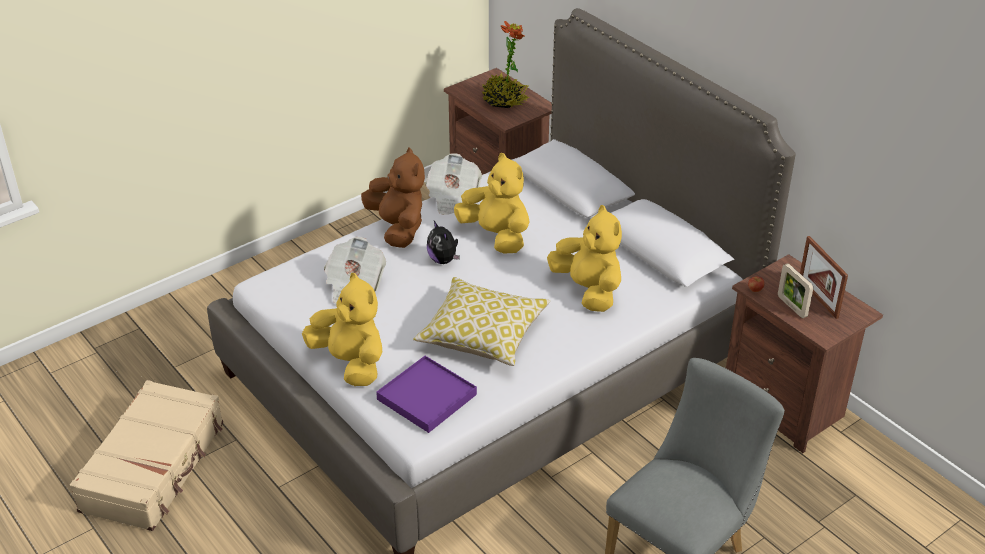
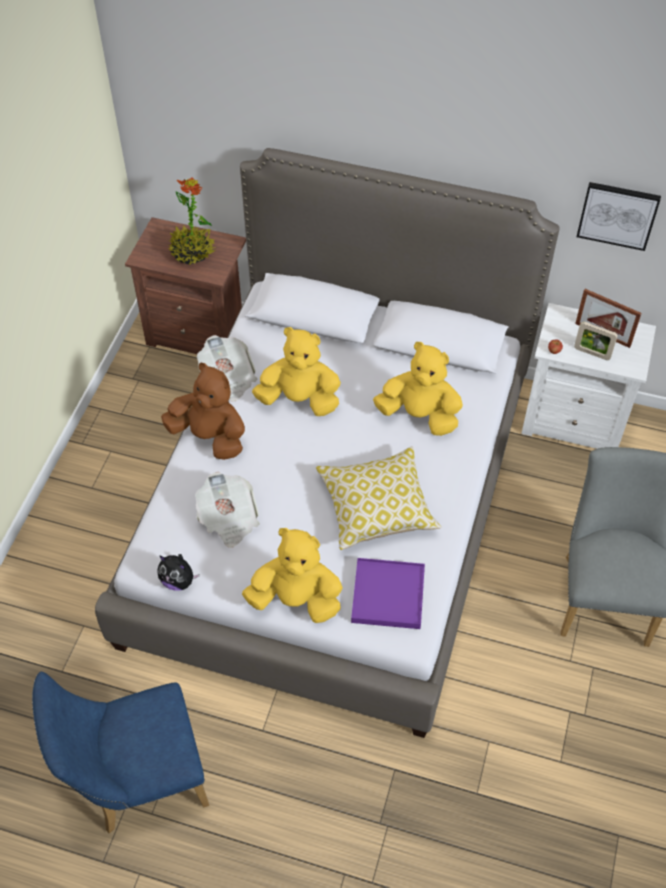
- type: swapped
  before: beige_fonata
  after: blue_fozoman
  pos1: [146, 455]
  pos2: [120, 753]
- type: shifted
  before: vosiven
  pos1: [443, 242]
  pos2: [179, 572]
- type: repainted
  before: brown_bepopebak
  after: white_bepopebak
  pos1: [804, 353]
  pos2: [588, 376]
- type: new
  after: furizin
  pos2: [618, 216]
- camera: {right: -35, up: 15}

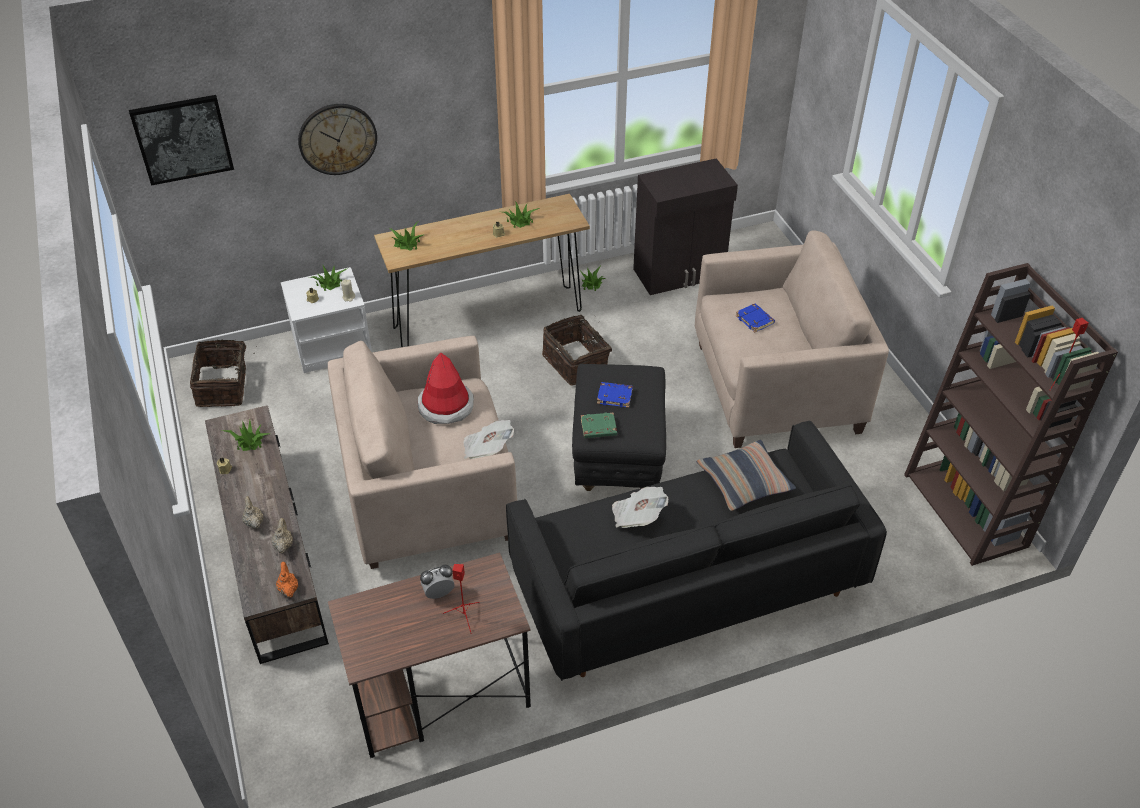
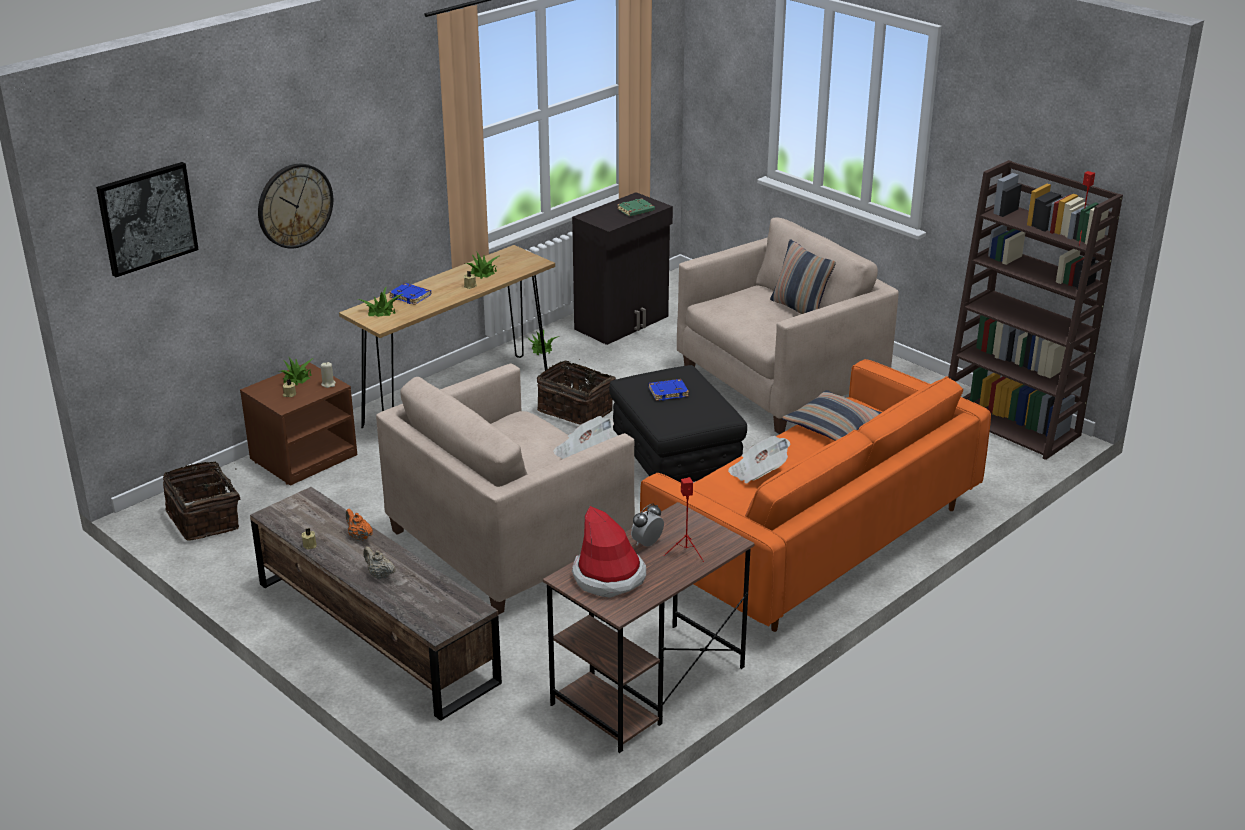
- type: gone
  before: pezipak
  pos1: [246, 435]
- type: gone
  before: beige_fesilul
  pos1: [282, 536]
- type: shifted
  before: orange_fesilul
  pos1: [287, 580]
  pos2: [359, 525]
- type: repainted
  before: white_bepopebak
  after: brown_bepopebak
  pos1: [326, 320]
  pos2: [298, 424]
- type: shifted
  before: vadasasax
  pos1: [446, 388]
  pos2: [609, 552]
- type: repainted
  before: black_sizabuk
  after: orange_sizabuk
  pos1: [696, 551]
  pos2: [815, 495]
- type: shifted
  before: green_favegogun
  pos1: [599, 425]
  pos2: [636, 207]
- type: shifted
  before: blue_favegogun
  pos1: [755, 318]
  pos2: [410, 294]
- type: new
  after: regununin
  pos2: [803, 276]
- camera: {right: -25, up: -15}

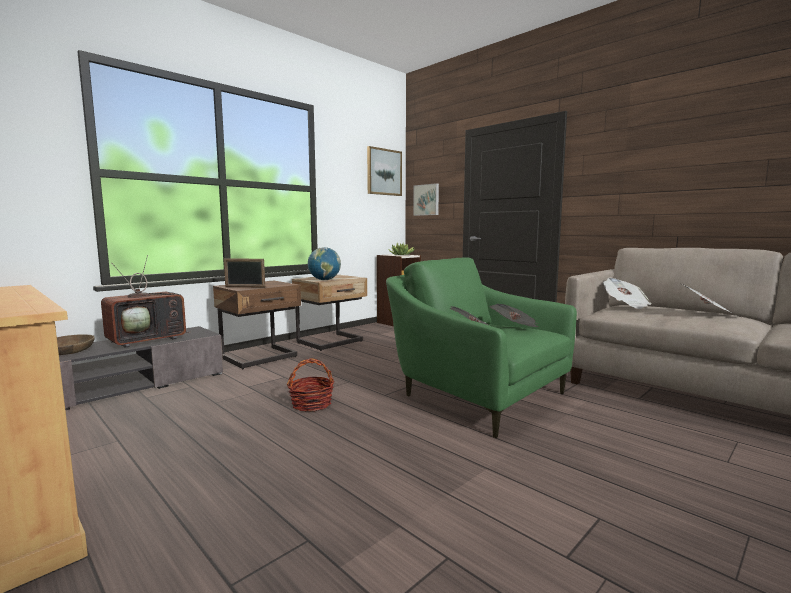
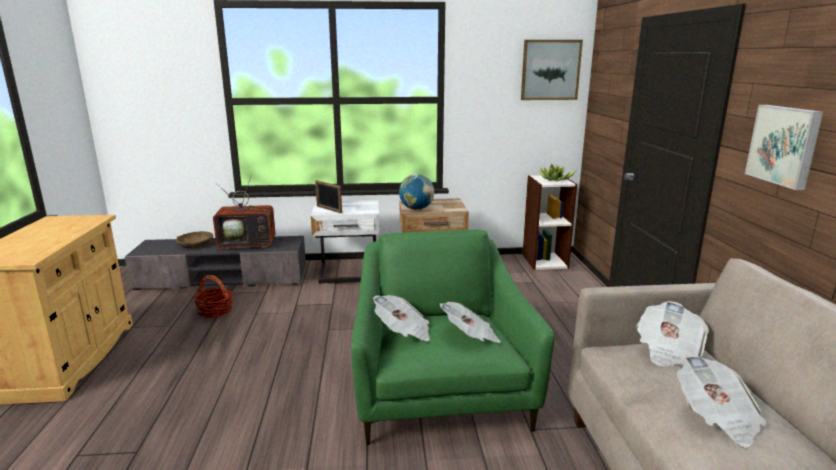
- type: repainted
  before: brown_bepopebak
  after: white_bepopebak
  pos1: [257, 325]
  pos2: [345, 242]
- type: shifted
  before: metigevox
  pos1: [310, 384]
  pos2: [213, 296]
- type: shifted
  before: furizin
  pos1: [426, 199]
  pos2: [784, 147]
- camera: {right: 40, up: 10}

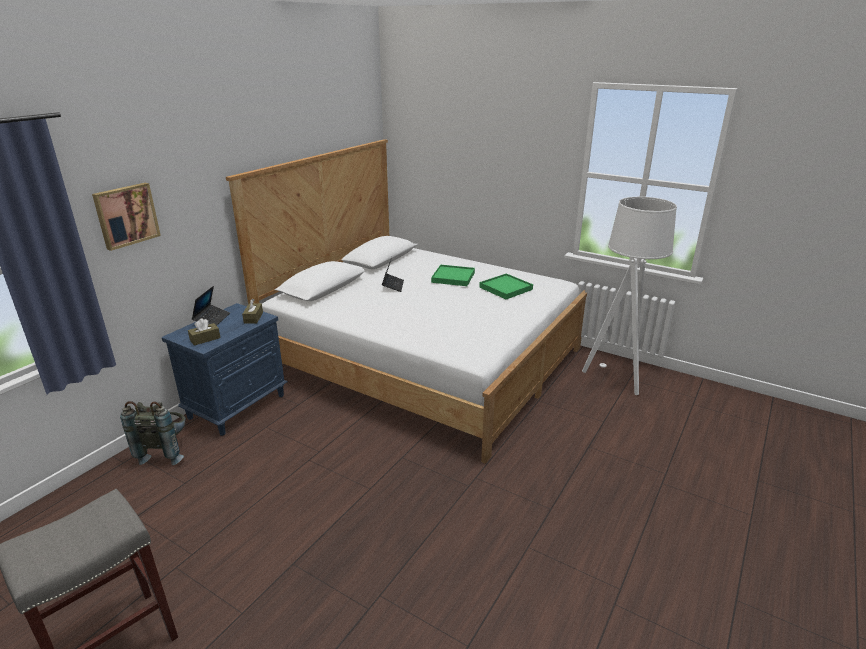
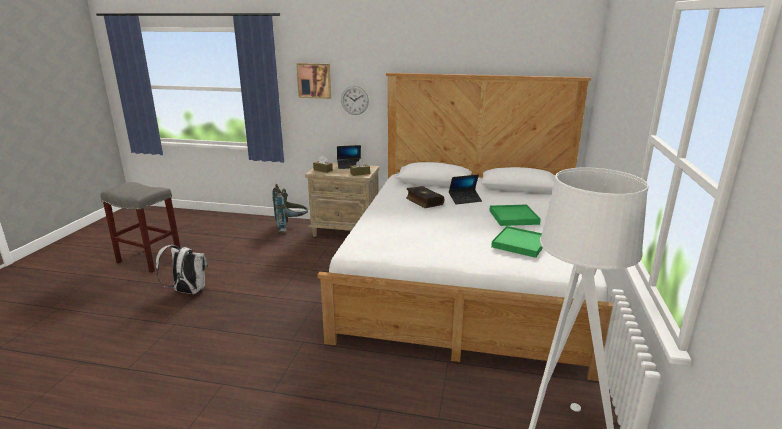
- type: repainted
  before: blue_bepopebak
  after: beige_bepopebak
  pos1: [225, 369]
  pos2: [342, 200]
- type: new
  after: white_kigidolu
  pos2: [182, 269]
- type: new
  after: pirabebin
  pos2: [355, 100]
- type: new
  after: favegogun
  pos2: [425, 197]
- camera: {right: 70, up: -5}

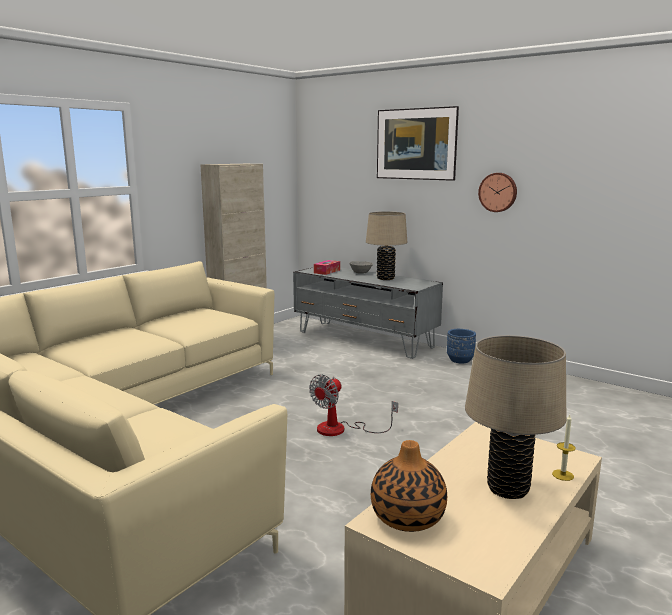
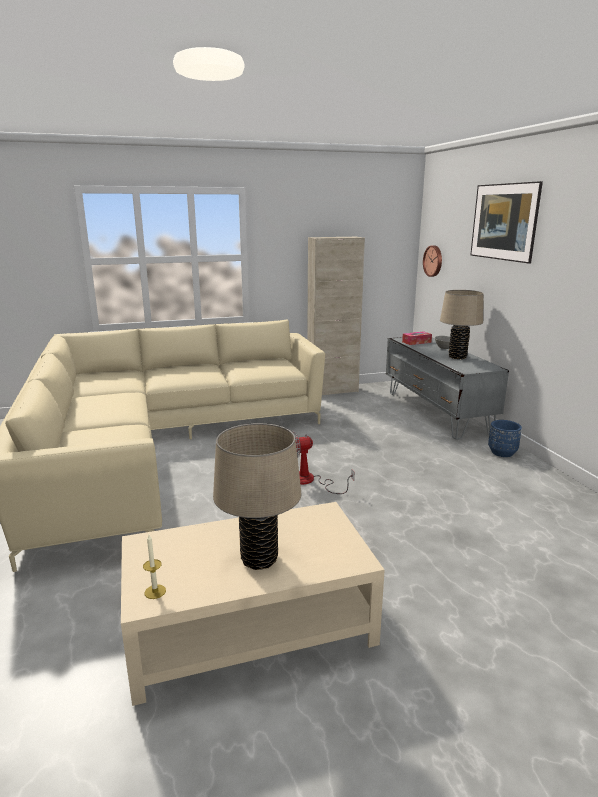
- type: gone
  before: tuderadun
  pos1: [409, 486]
- type: shifted
  before: pirabebin
  pos1: [497, 192]
  pos2: [432, 261]
- type: shifted
  before: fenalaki
  pos1: [564, 448]
  pos2: [154, 567]
- camera: {right: 35, up: 5}

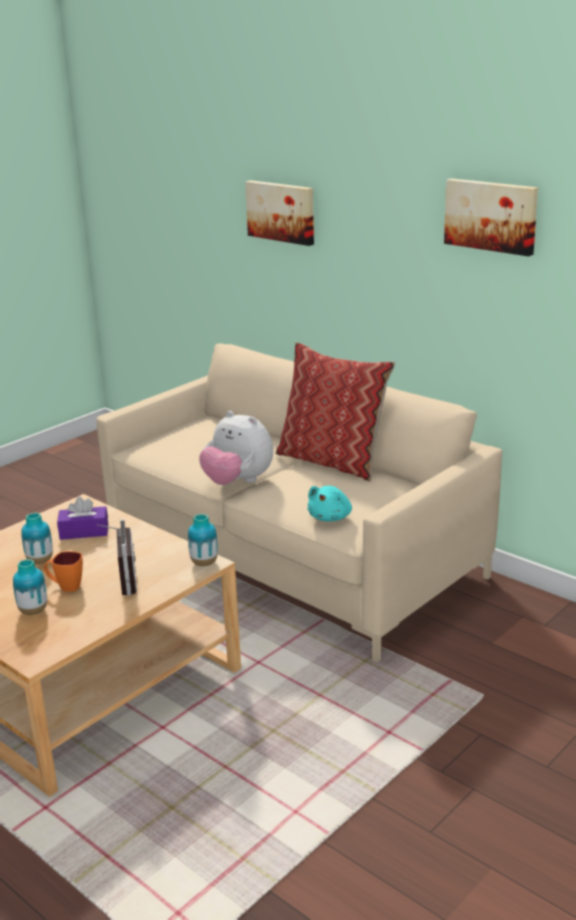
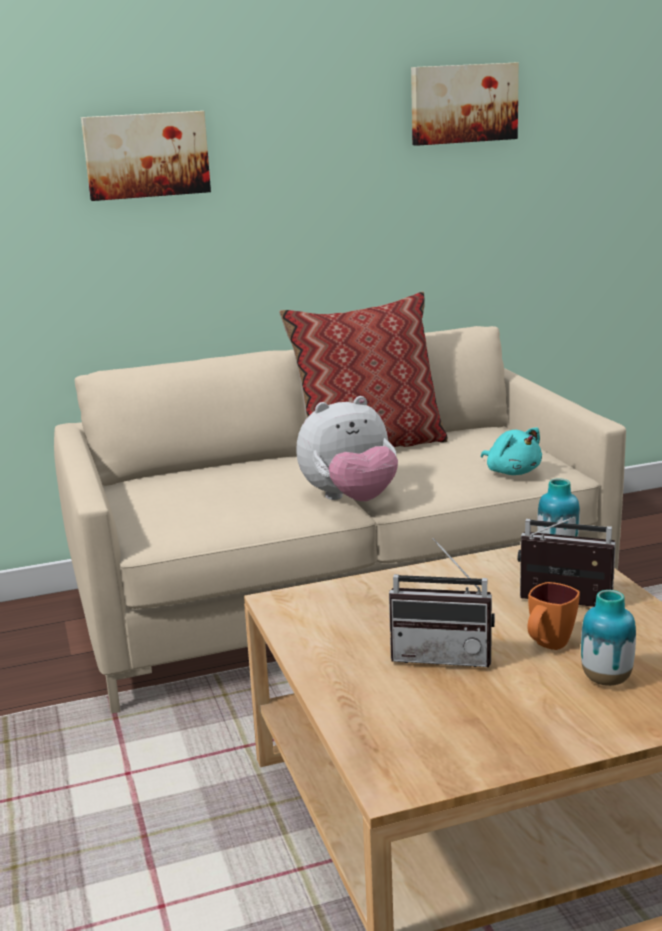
- type: swapped
  before: tuderadun
  after: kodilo
  pos1: [37, 538]
  pos2: [442, 602]
- type: gone
  before: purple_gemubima
  pos1: [82, 518]
- camera: {right: -60, up: -5}

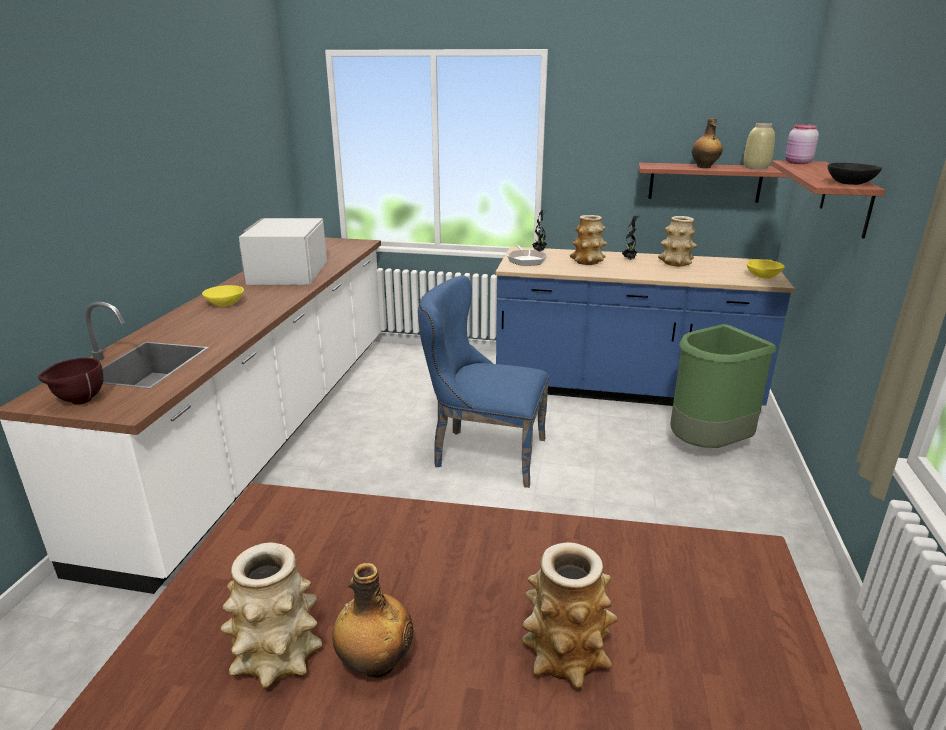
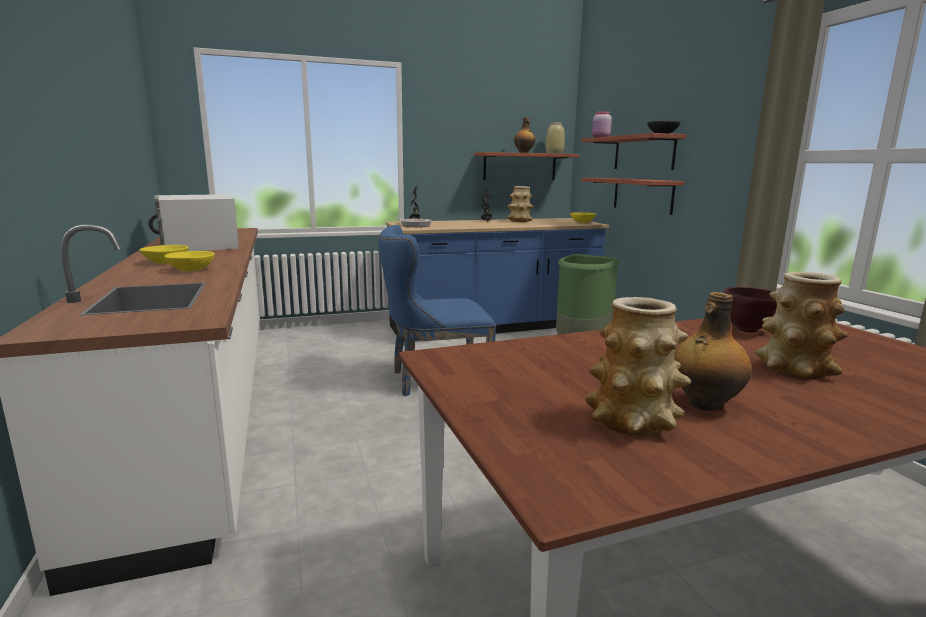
- type: shifted
  before: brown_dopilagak
  pos1: [71, 381]
  pos2: [750, 310]
- type: gone
  before: tuderadun
  pos1: [589, 240]
- type: new
  after: yellow_dopilagak
  pos2: [189, 261]
- type: new
  after: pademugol
  pos2: [633, 196]
- camera: {right: -30, up: -10}

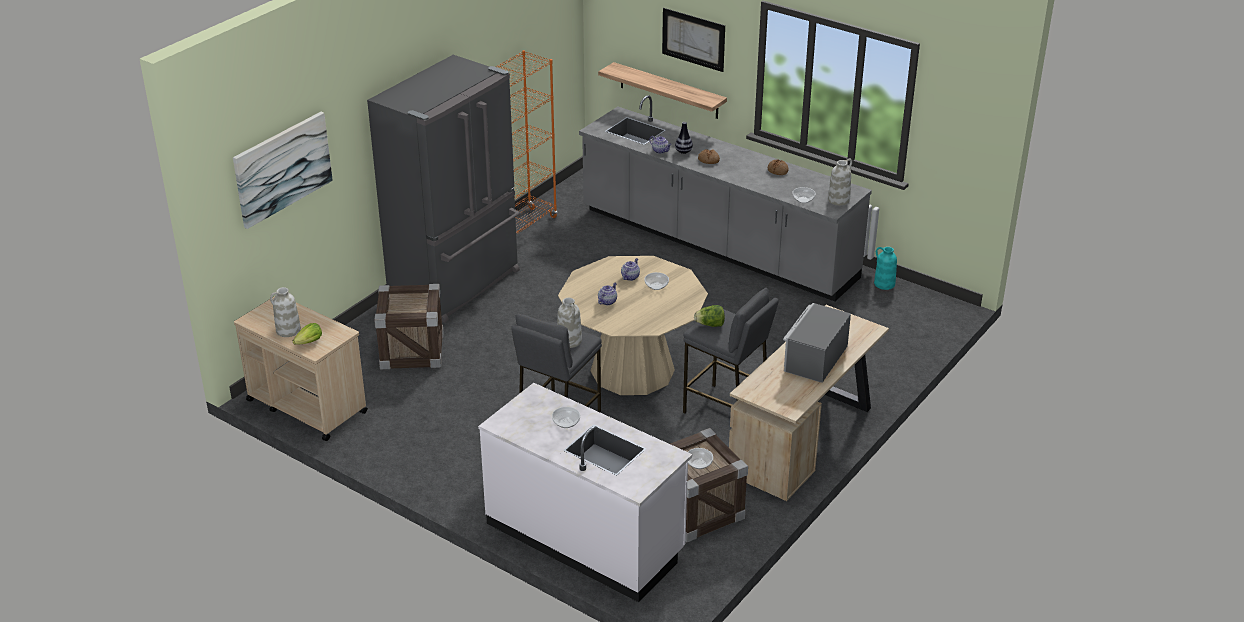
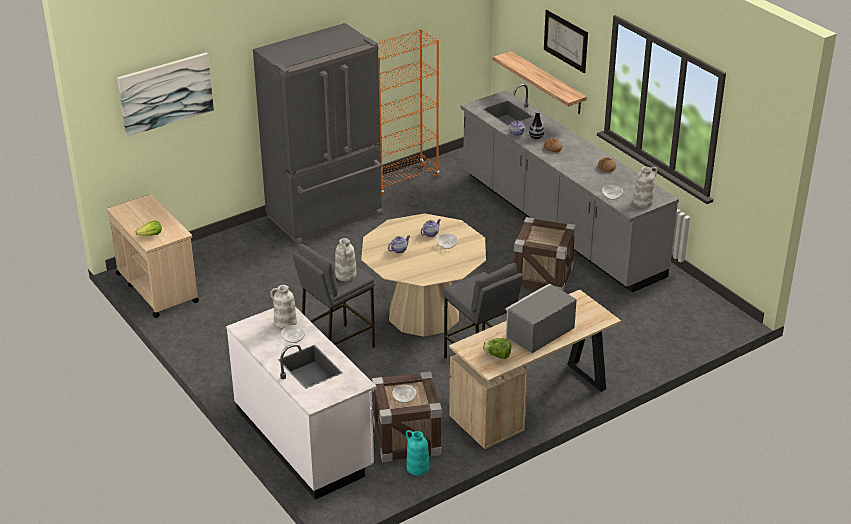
- type: shifted
  before: white_tuderadun
  pos1: [285, 312]
  pos2: [283, 307]
- type: shifted
  before: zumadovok
  pos1: [409, 327]
  pos2: [545, 254]
- type: shifted
  before: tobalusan
  pos1: [709, 316]
  pos2: [497, 348]
- type: shifted
  before: turquoise_tuderadun
  pos1: [885, 268]
  pos2: [417, 453]
- camera: {right: 20, up: 0}

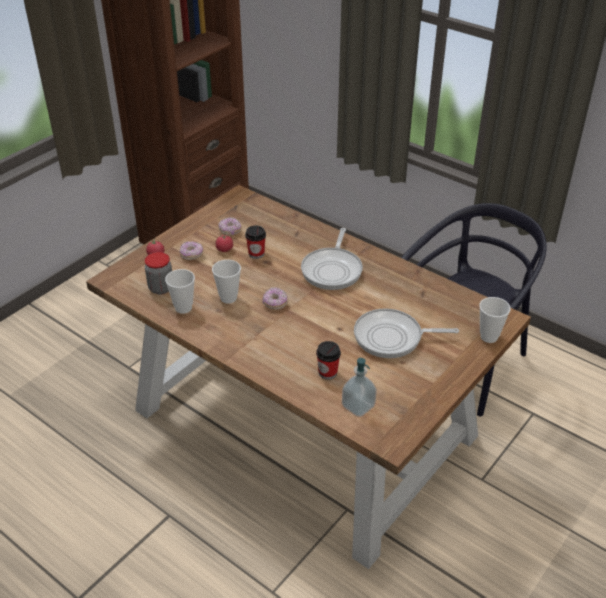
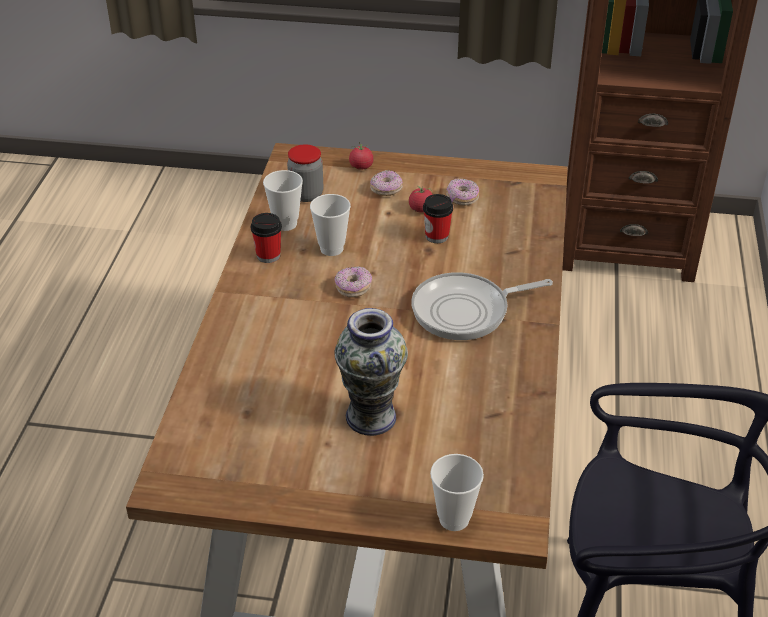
- type: shifted
  before: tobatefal
  pos1: [328, 360]
  pos2: [266, 238]
- type: gone
  before: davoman
  pos1: [359, 387]
- type: swapped
  before: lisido
  after: tuderadun
  pos1: [406, 333]
  pos2: [371, 372]
- camera: {right: 60, up: 0}

